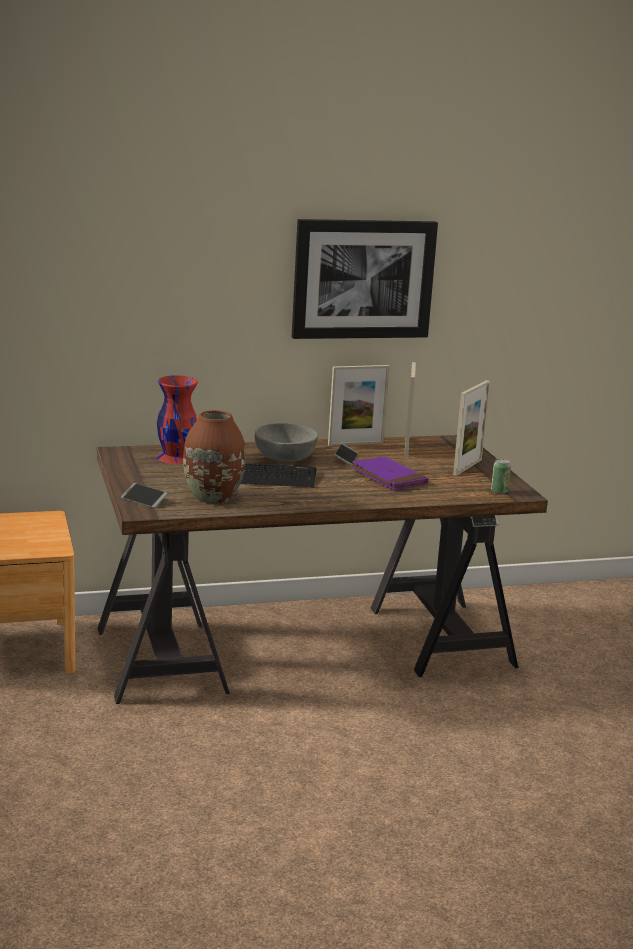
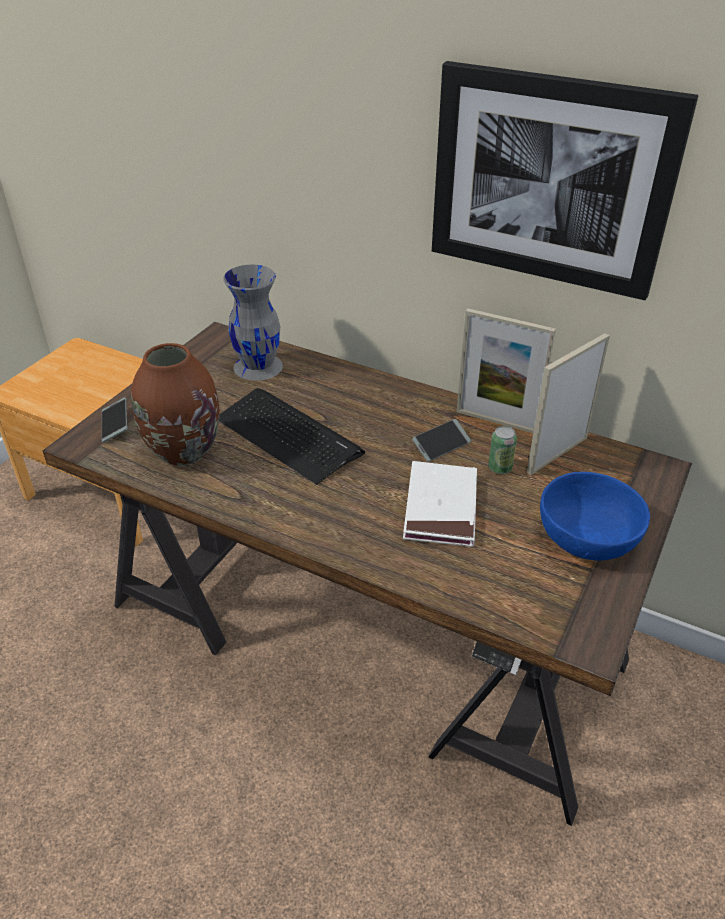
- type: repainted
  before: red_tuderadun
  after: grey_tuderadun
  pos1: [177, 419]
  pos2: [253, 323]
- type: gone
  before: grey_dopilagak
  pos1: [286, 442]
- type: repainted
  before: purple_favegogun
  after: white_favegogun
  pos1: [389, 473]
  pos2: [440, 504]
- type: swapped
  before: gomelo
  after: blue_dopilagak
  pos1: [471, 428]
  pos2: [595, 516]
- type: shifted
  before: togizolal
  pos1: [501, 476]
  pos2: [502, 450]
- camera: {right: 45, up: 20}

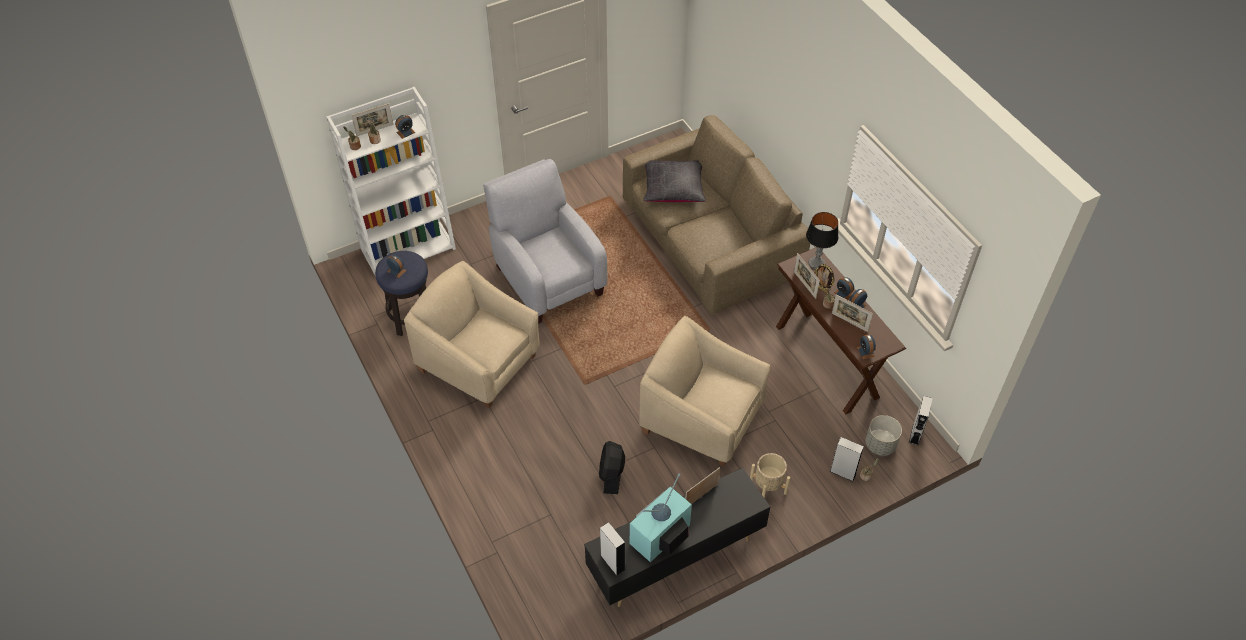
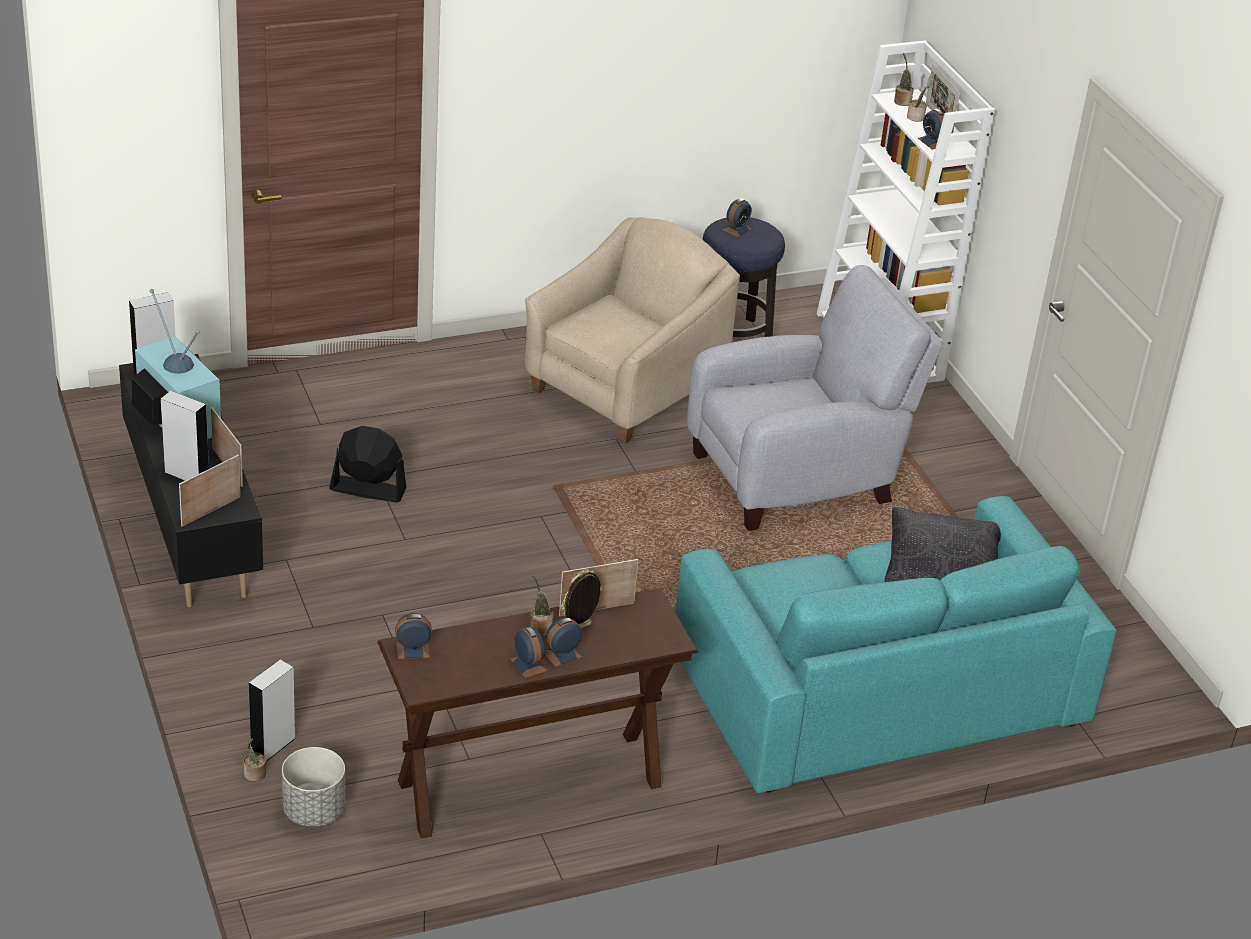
- type: repainted
  before: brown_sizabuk
  after: turquoise_sizabuk
  pos1: [716, 214]
  pos2: [896, 644]
- type: gone
  before: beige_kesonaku
  pos1: [704, 391]
- type: gone
  before: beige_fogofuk
  pos1: [770, 475]
- type: gone
  before: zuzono
  pos1: [822, 241]
- type: shifted
  before: gomelo
  pos1: [852, 313]
  pos2: [210, 490]
- type: shifted
  before: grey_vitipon
  pos1: [921, 420]
  pos2: [184, 436]
- camera: {right: 95, up: -15}

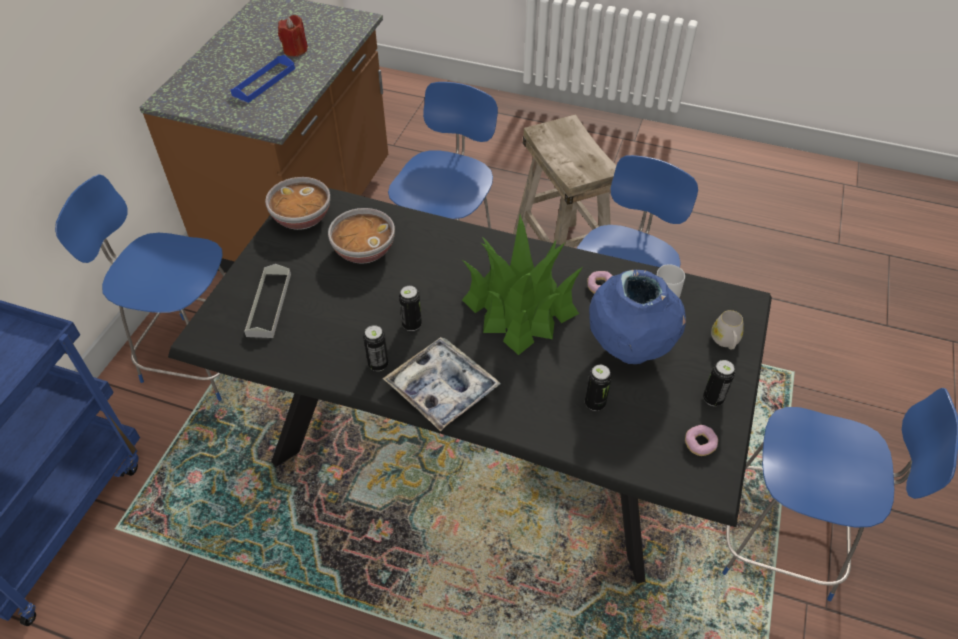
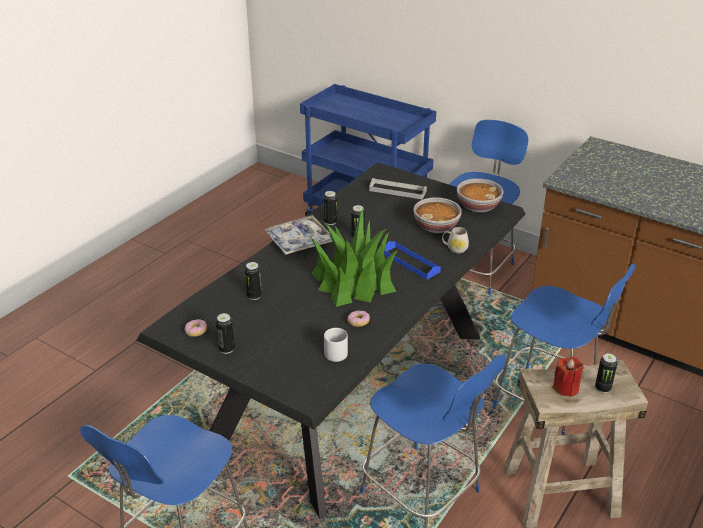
- type: shifted
  before: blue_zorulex
  pos1: [262, 79]
  pos2: [412, 260]
- type: shifted
  before: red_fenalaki
  pos1: [293, 36]
  pos2: [567, 377]
- type: gone
  before: blue_tuderadun
  pos1: [637, 317]
- type: shifted
  before: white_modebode
  pos1: [727, 329]
  pos2: [455, 240]
- type: new
  after: togizolal
  pos2: [606, 373]
- camera: {right: 105, up: -15}

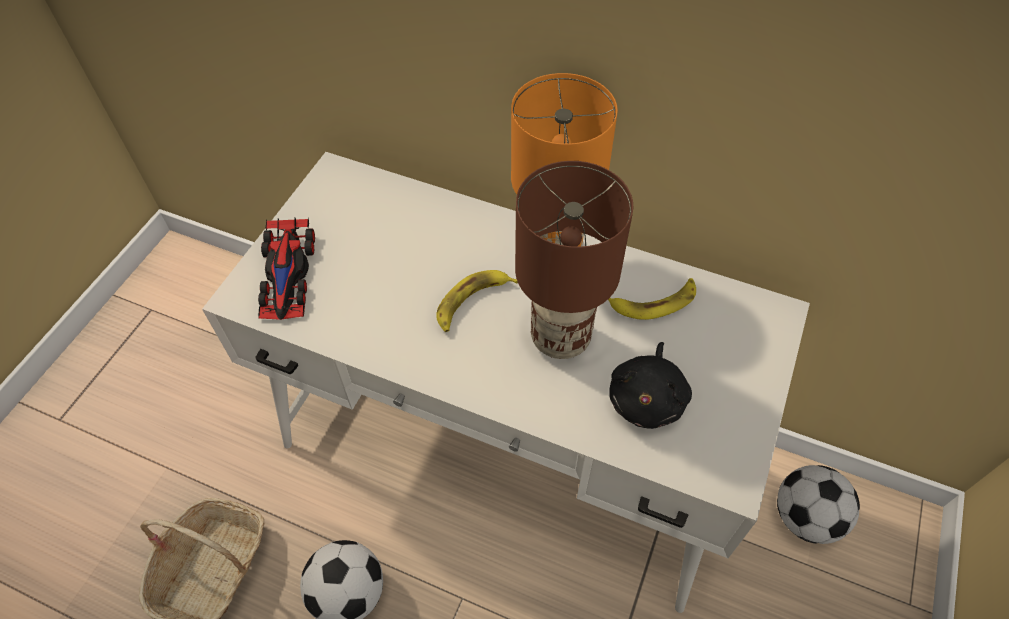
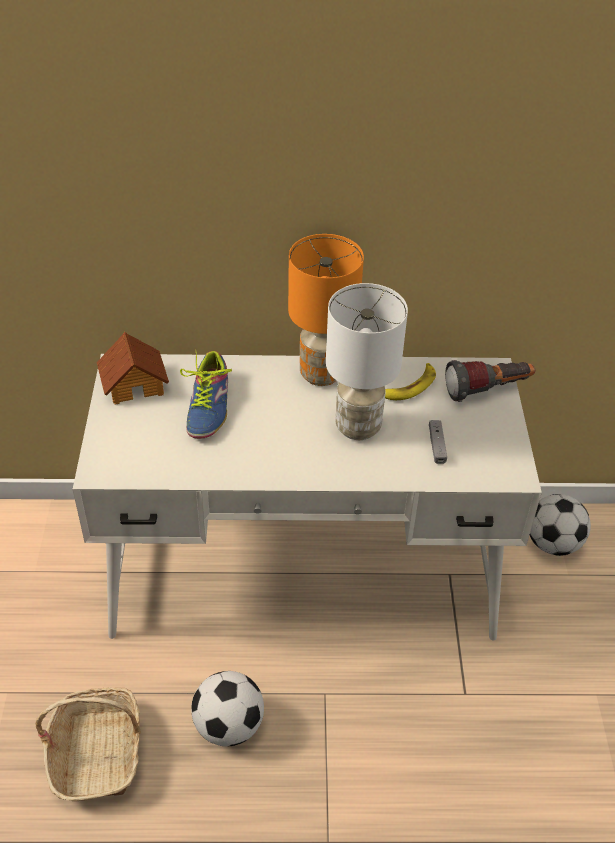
- type: gone
  before: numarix
  pos1: [286, 269]
- type: gone
  before: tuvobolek
  pos1: [477, 301]
- type: repainted
  before: brown_zuzono
  after: white_zuzono
  pos1: [574, 260]
  pos2: [367, 361]
- type: swapped
  before: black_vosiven
  after: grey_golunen
  pos1: [650, 385]
  pos2: [438, 442]
- type: new
  after: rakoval
  pos2: [133, 368]
- type: new
  after: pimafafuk
  pos2: [206, 394]
- type: new
  after: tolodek
  pos2: [490, 381]
- camera: {right: -25, up: -10}

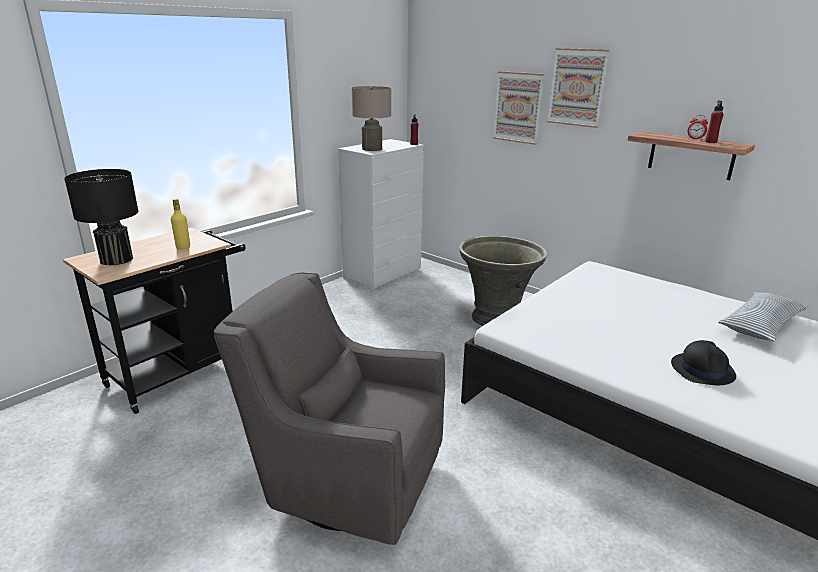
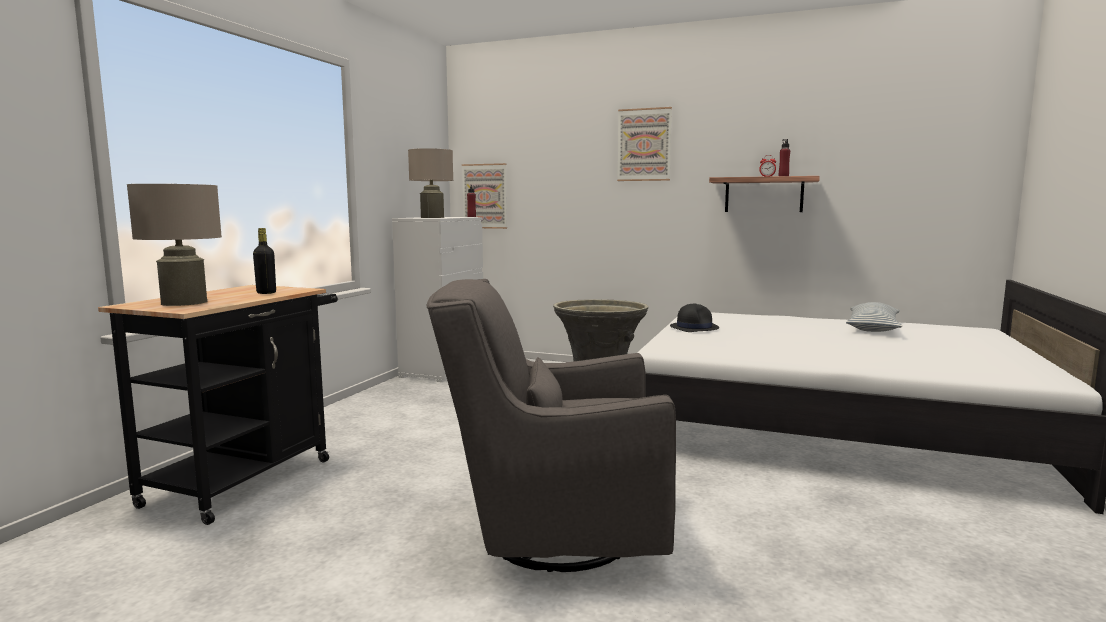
- type: repainted
  before: black_zuzono
  after: beige_zuzono
  pos1: [101, 217]
  pos2: [174, 245]
- type: repainted
  before: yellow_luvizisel
  after: black_luvizisel
  pos1: [180, 224]
  pos2: [264, 261]
- type: shifted
  before: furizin
  pos1: [518, 108]
  pos2: [484, 196]
- type: shifted
  before: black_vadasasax
  pos1: [703, 362]
  pos2: [694, 318]
- camera: {right: -20, up: -15}

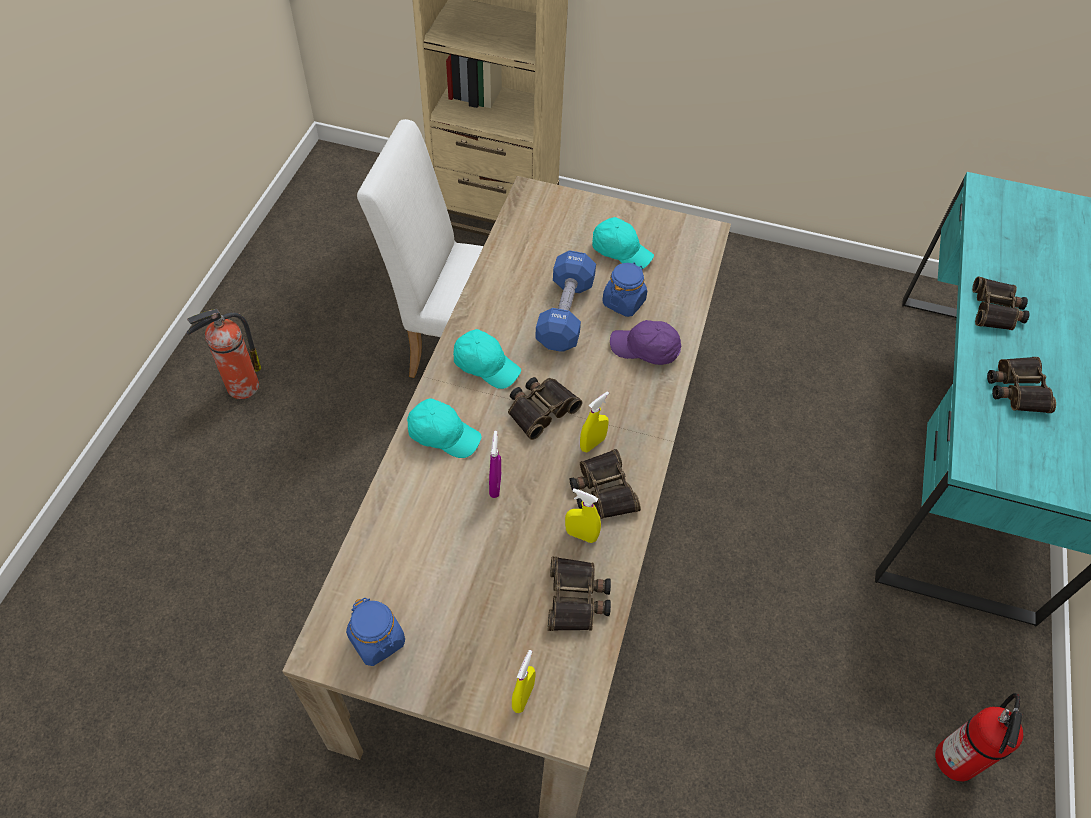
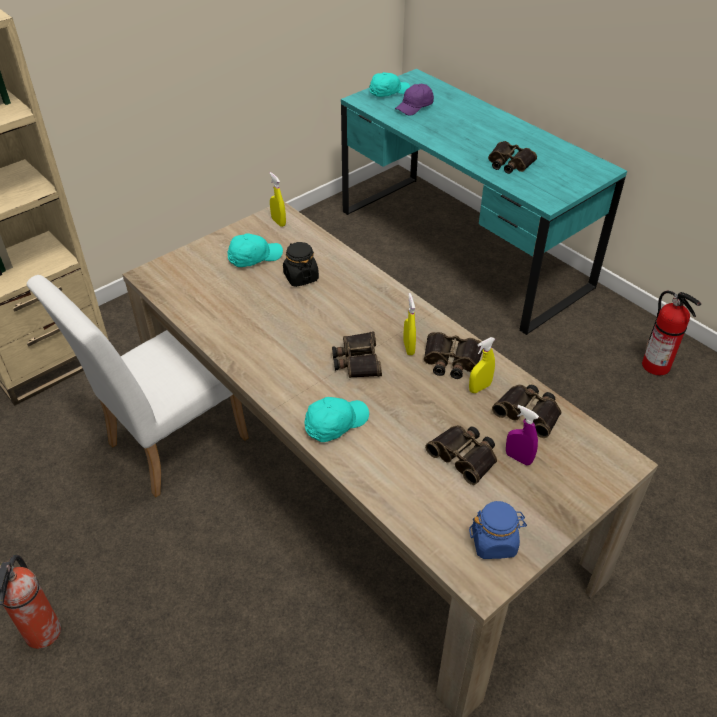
- type: shifted
  before: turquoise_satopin
  pos1: [487, 359]
  pos2: [389, 84]
- type: shifted
  before: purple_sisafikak
  pos1: [495, 464]
  pos2: [522, 435]
- type: shifted
  before: yellow_sisafikak
  pos1: [523, 681]
  pos2: [277, 199]
- type: gone
  before: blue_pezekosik
  pos1: [565, 301]
- type: repainted
  before: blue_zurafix
  after: black_zurafix
  pos1: [624, 289]
  pos2: [301, 264]
- type: shifted
  before: purple_satopin
  pos1: [645, 342]
  pos2: [414, 100]
- type: shifted
  before: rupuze
  pos1: [1001, 303]
  pos2: [461, 455]
- camera: {right: -55, up: -10}

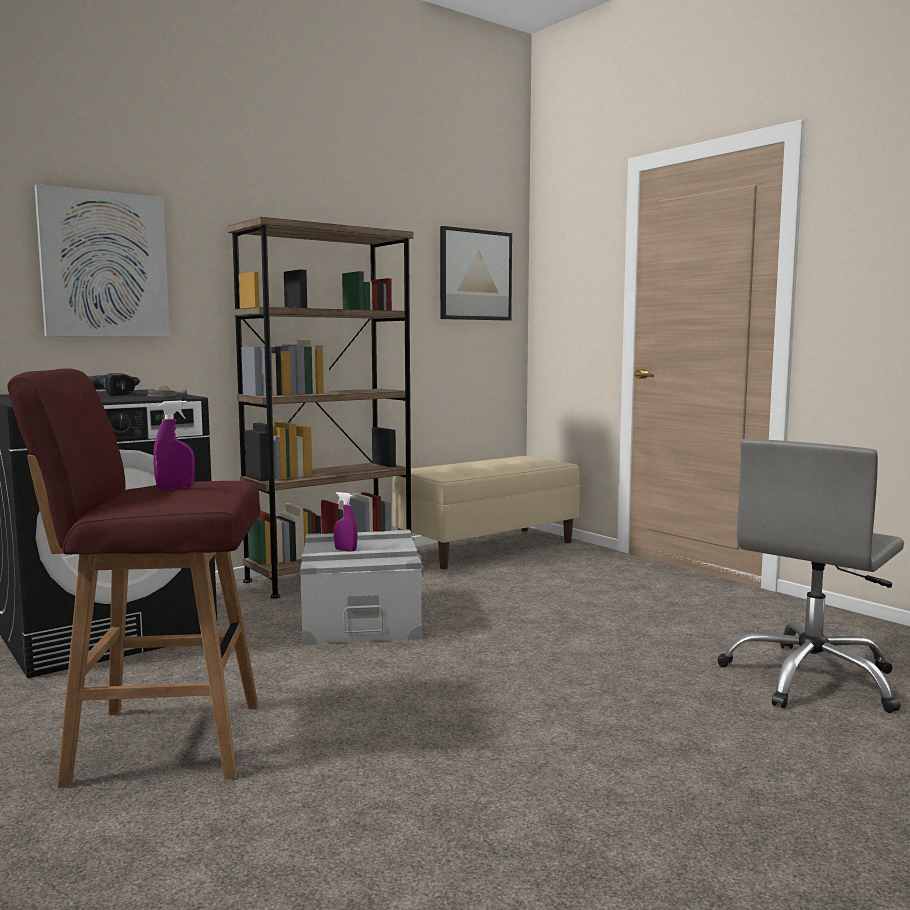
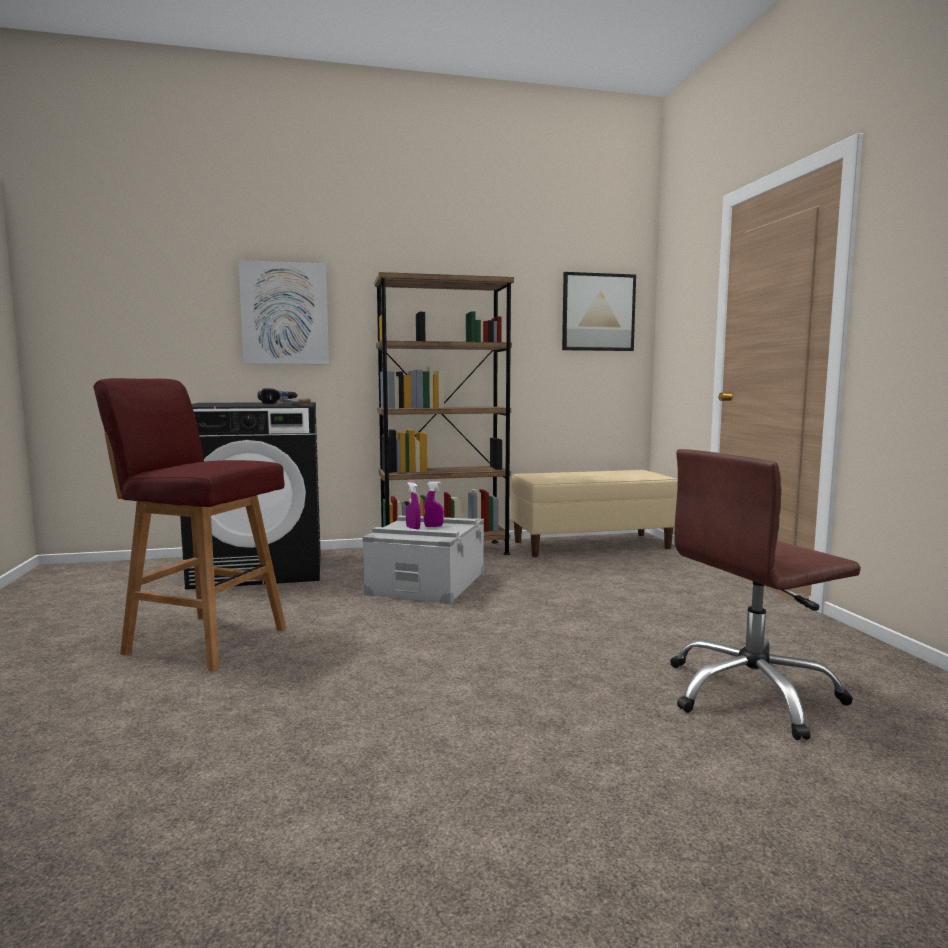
- type: shifted
  before: purple_sisafikak
  pos1: [174, 445]
  pos2: [433, 504]
- type: repainted
  before: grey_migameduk
  after: brown_migameduk
  pos1: [810, 576]
  pos2: [765, 594]
- camera: {right: 25, up: 0}

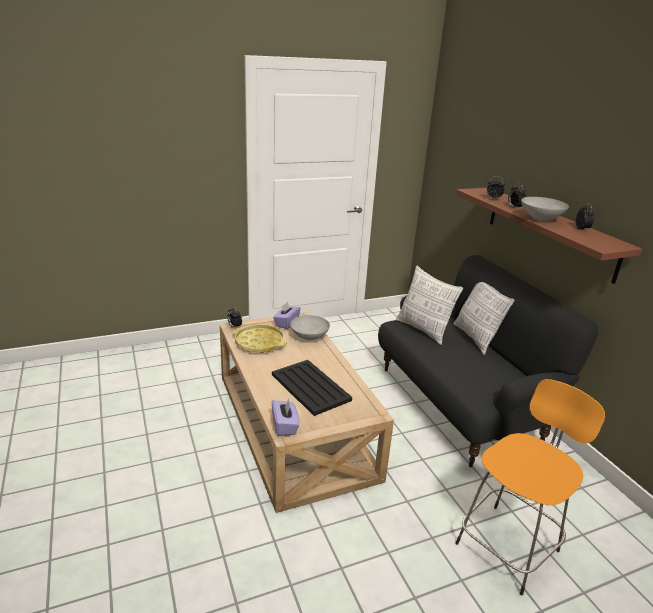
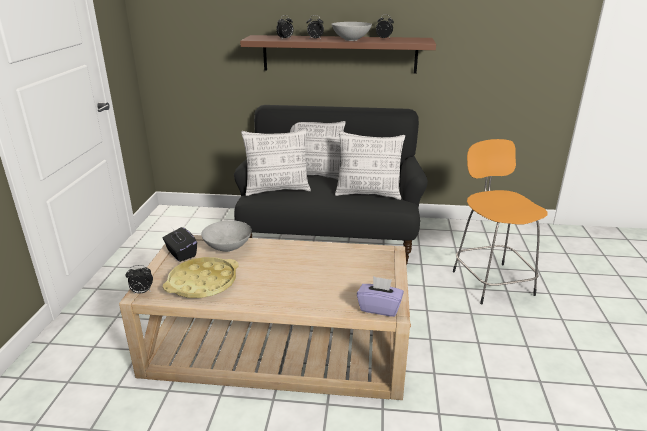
- type: gone
  before: black_zorulex
  pos1: [312, 388]
- type: repainted
  before: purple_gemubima
  after: black_gemubima
  pos1: [287, 315]
  pos2: [179, 244]
- type: new
  after: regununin
  pos2: [370, 165]
- camera: {right: -60, up: 0}

